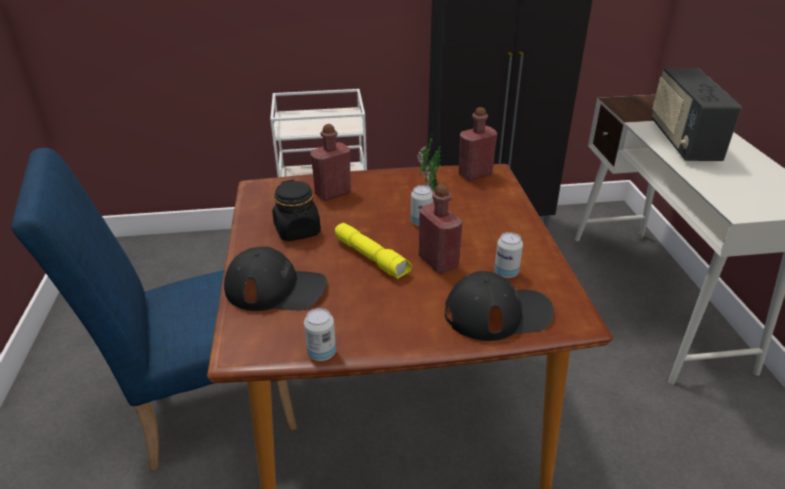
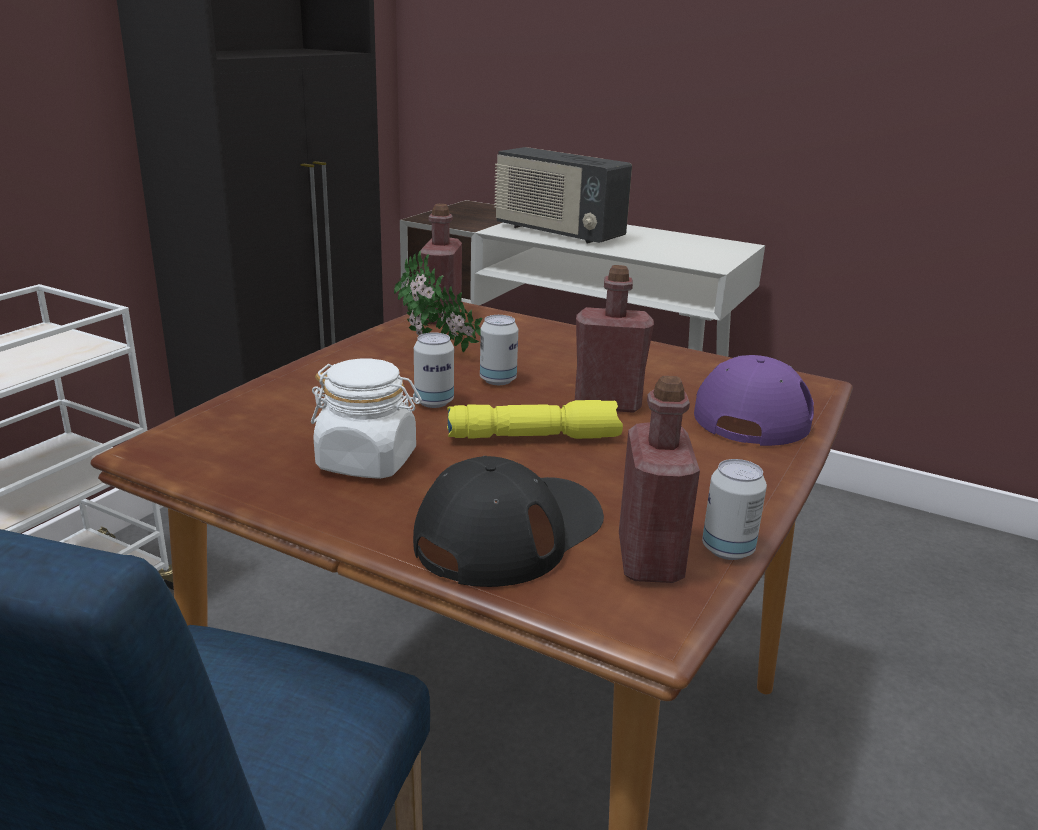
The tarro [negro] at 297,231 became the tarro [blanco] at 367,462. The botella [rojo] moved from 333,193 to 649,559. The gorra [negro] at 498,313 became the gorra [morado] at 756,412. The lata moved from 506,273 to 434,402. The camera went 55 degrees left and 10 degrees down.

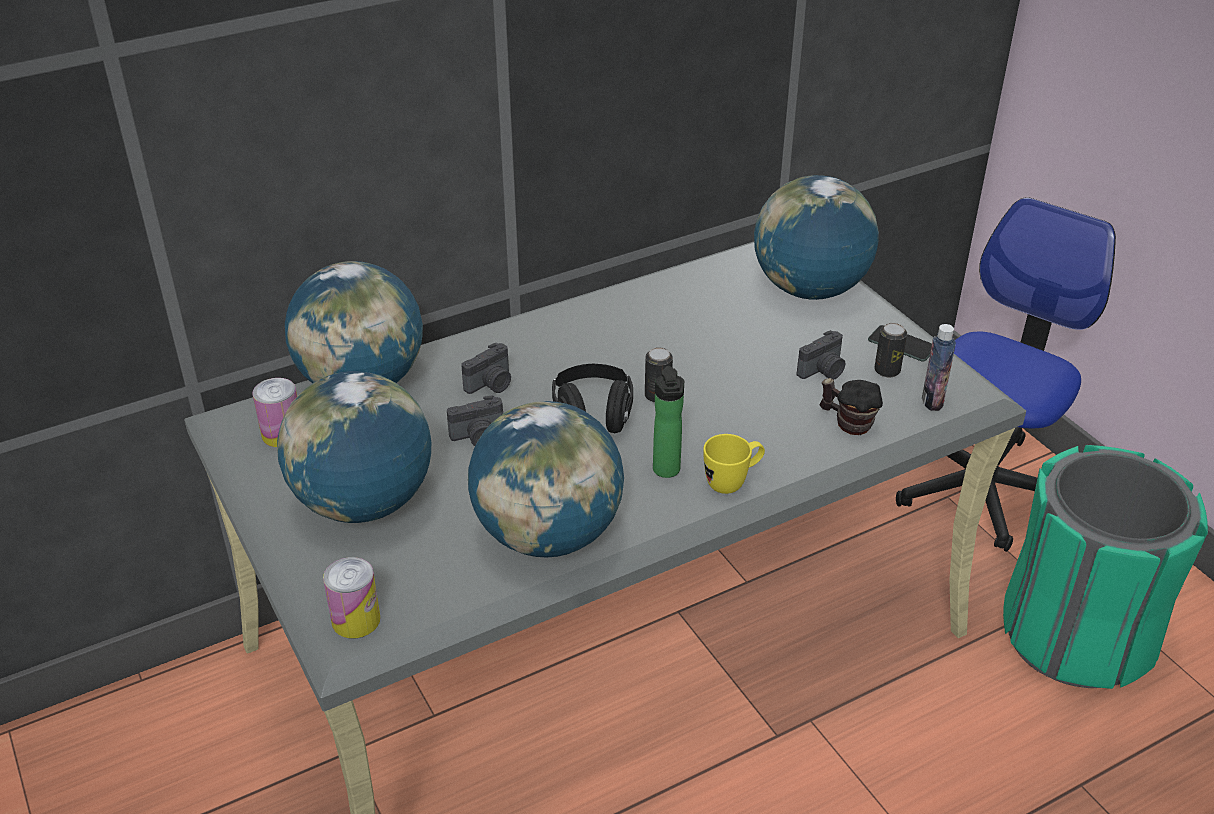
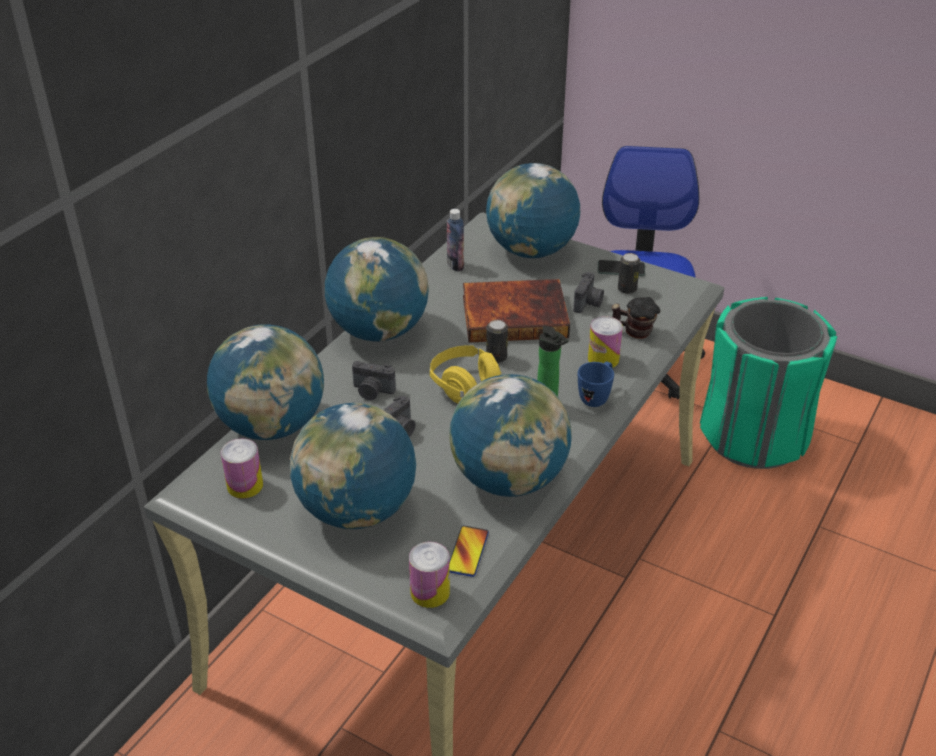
The cámara at 491,384 turned 90 degrees clockwise. The auriculares [negro] at 593,416 became the auriculares [amarillo] at 465,387. The taza grande [amarillo] at 732,482 became the taza grande [azul] at 596,397. The botella moved from 932,401 to 455,265. The globo terráqueo at 379,331 appeared. The móvil at 467,552 appeared. The libro at 515,315 appeared. The lata at 603,359 appeared. The camera went 30 degrees left and 0 degrees up.

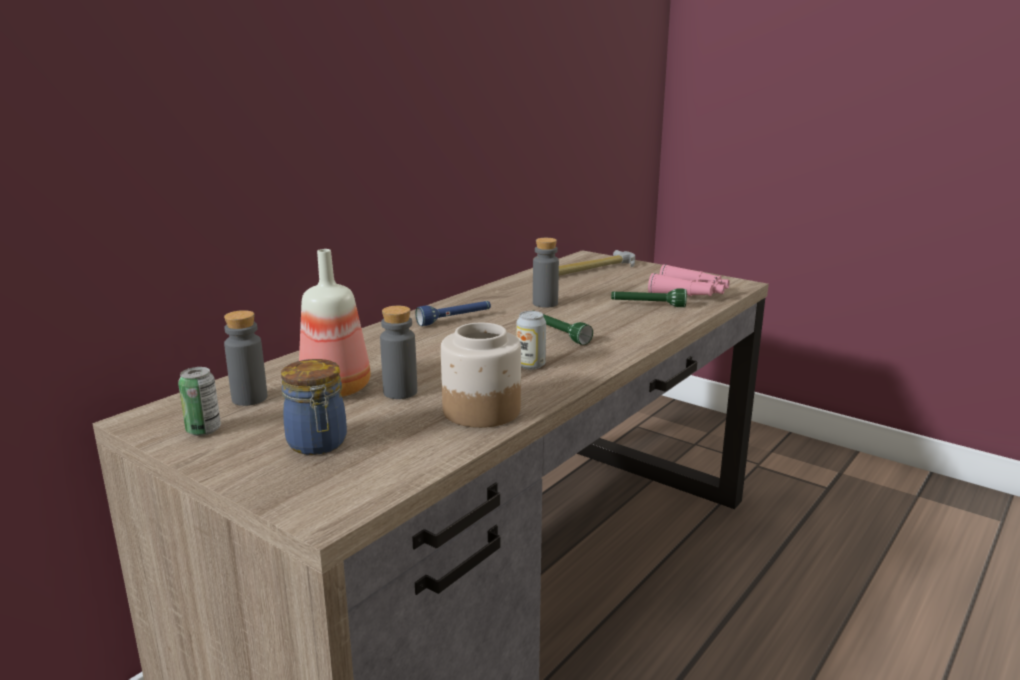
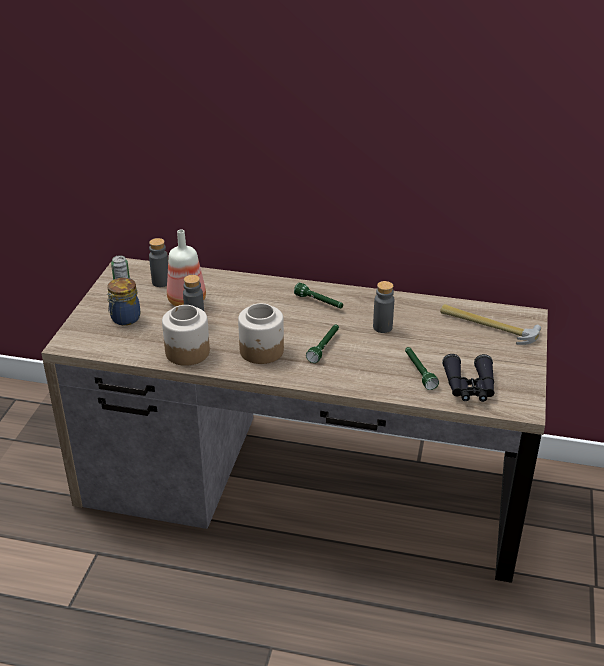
The linterna [azul] at 455,319 became the linterna [verde] at 319,302. The lata at 530,365 was replaced by the tarro at 262,351. The prismáticos [rosa] at 689,293 became the prismáticos [negro] at 469,387. The camera went 65 degrees right and 15 degrees up.

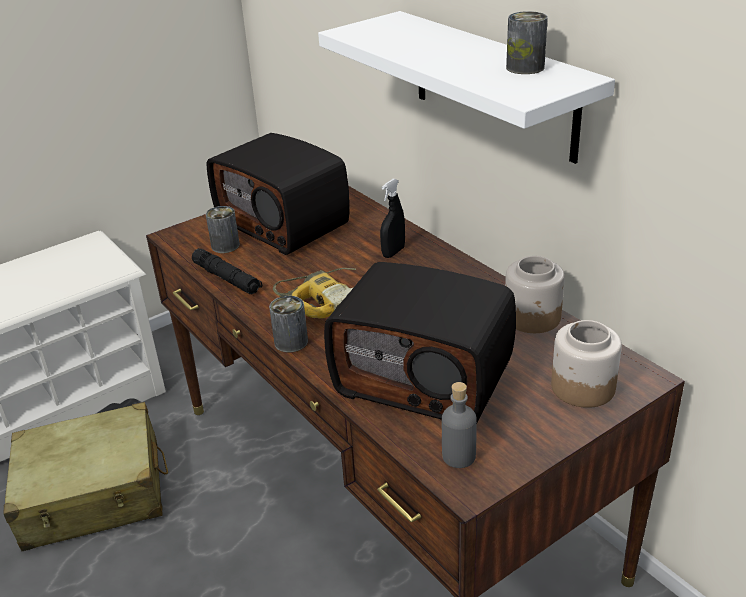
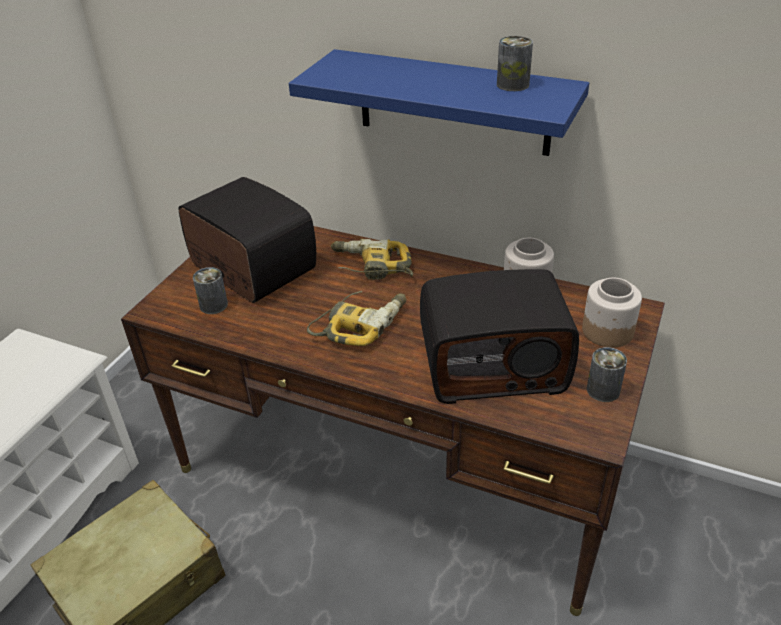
The linterna [negro] at 227,278 disappeared. The radio at 285,223 turned 150 degrees counterclockwise. The lata moved from 291,342 to 603,390. The estante [blanco] at 493,85 became the estante [azul] at 453,102. The pulverizador [negro] at 393,252 was replaced by the taladro at 371,267. The botella [gris] at 458,456 disappeared. The camera went 30 degrees left and 5 degrees up.

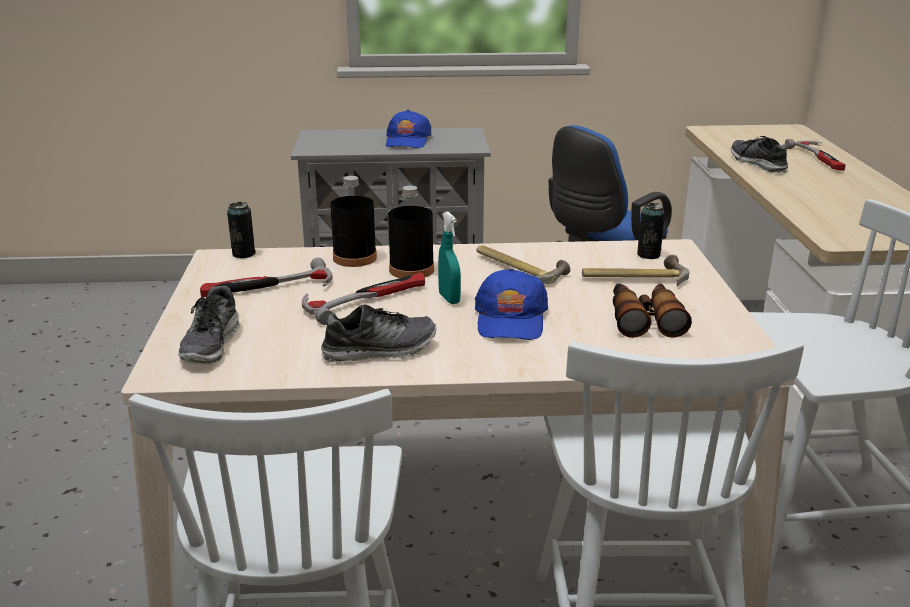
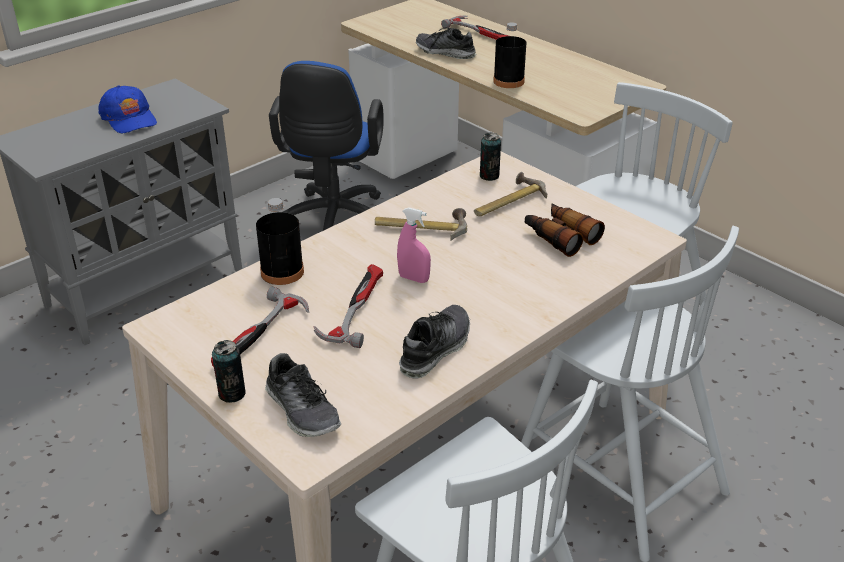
The lata moved from 243,254 to 232,393. The botella [negro] moved from 411,270 to 508,81. The pulverizador [turquesa] at 449,299 became the pulverizador [rosa] at 413,278. The gorra [azul] at 511,319 disappeared. The camera went 40 degrees left and 10 degrees up.

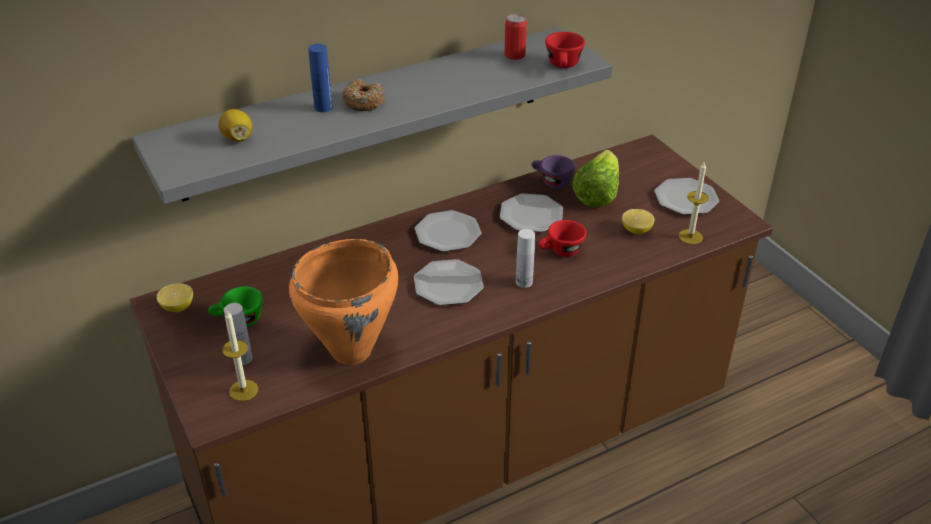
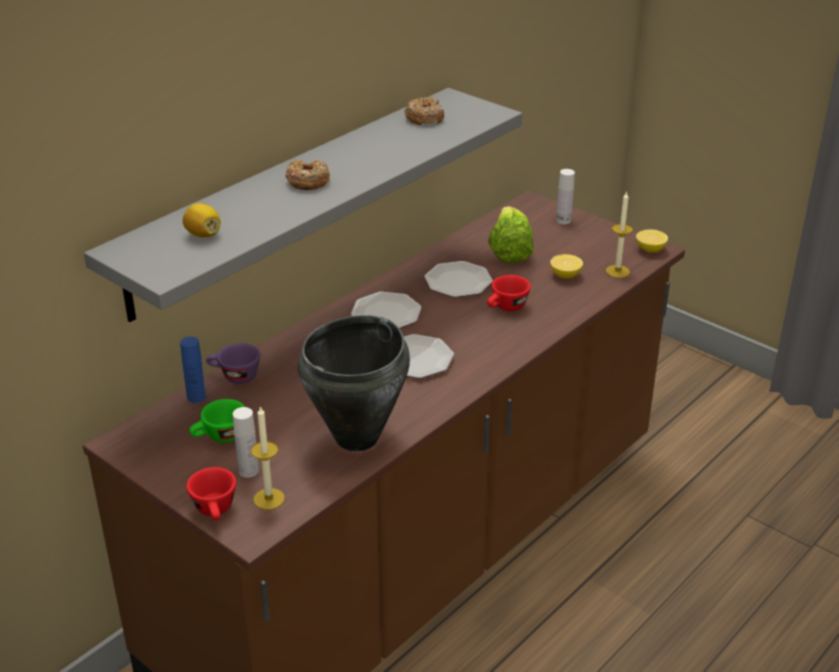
The limón moved from 177,307 to 650,250. The olla [naranja] at 352,351 became the olla [negro] at 358,438. The botella [azul] moved from 323,107 to 196,397. The lata at 514,55 was replaced by the rosquilla at 424,118. The botella [blanco] moved from 524,282 to 563,220. The taza [morado] moved from 551,181 to 234,376. The taza [rojo] moved from 564,66 to 215,511. The plato at 685,199 disappeared. The camera went 20 degrees left and 5 degrees down.

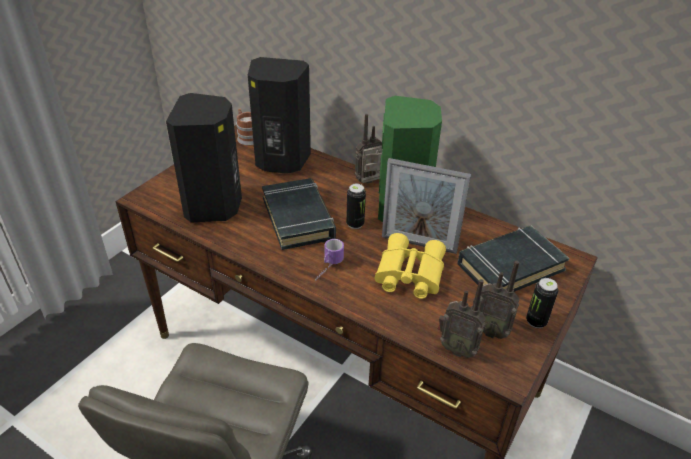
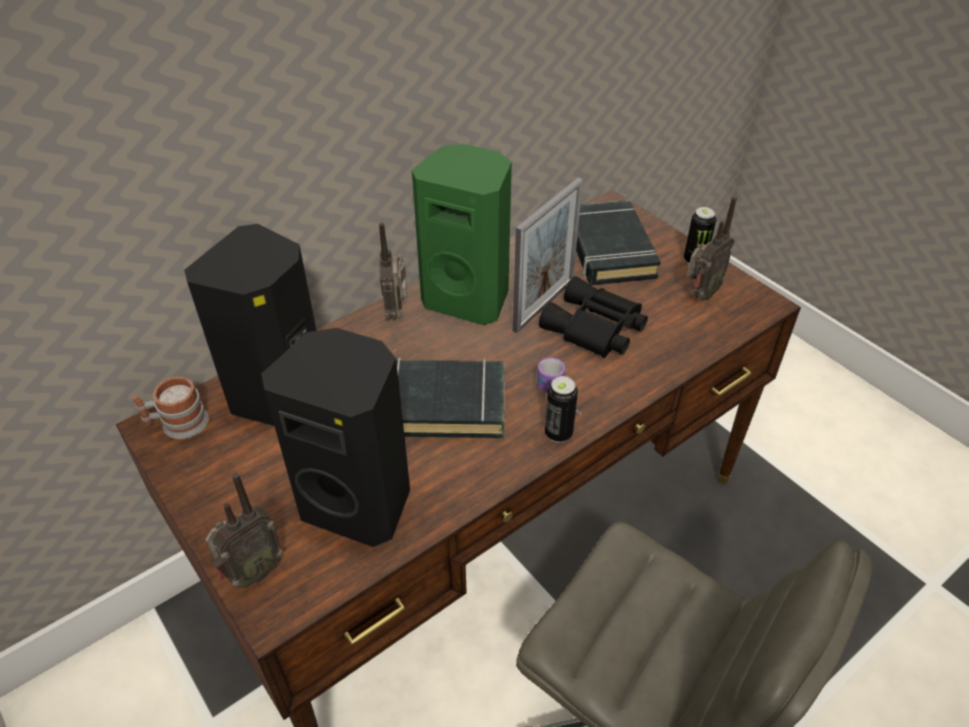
The lata moved from 355,224 to 558,433. The prismáticos [amarillo] at 408,274 became the prismáticos [negro] at 594,329. The radio moved from 457,348 to 252,573. The camera went 70 degrees left and 5 degrees up.

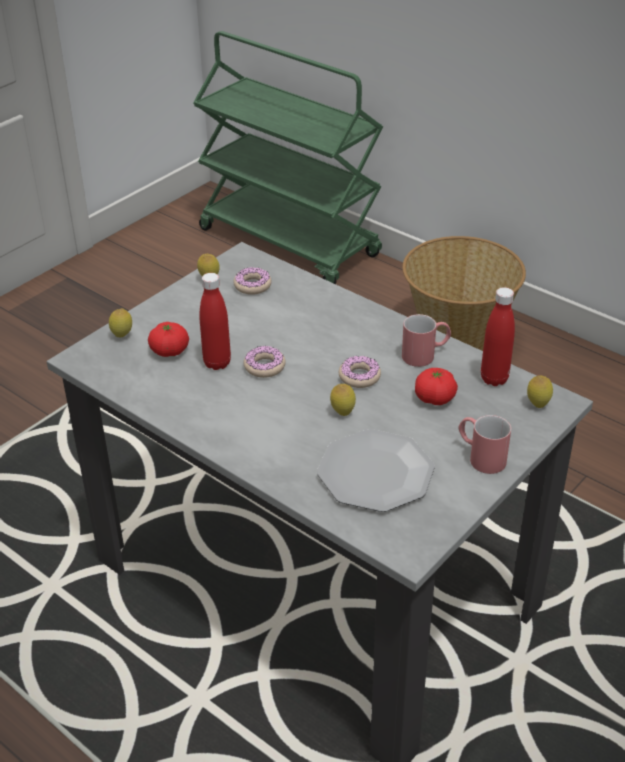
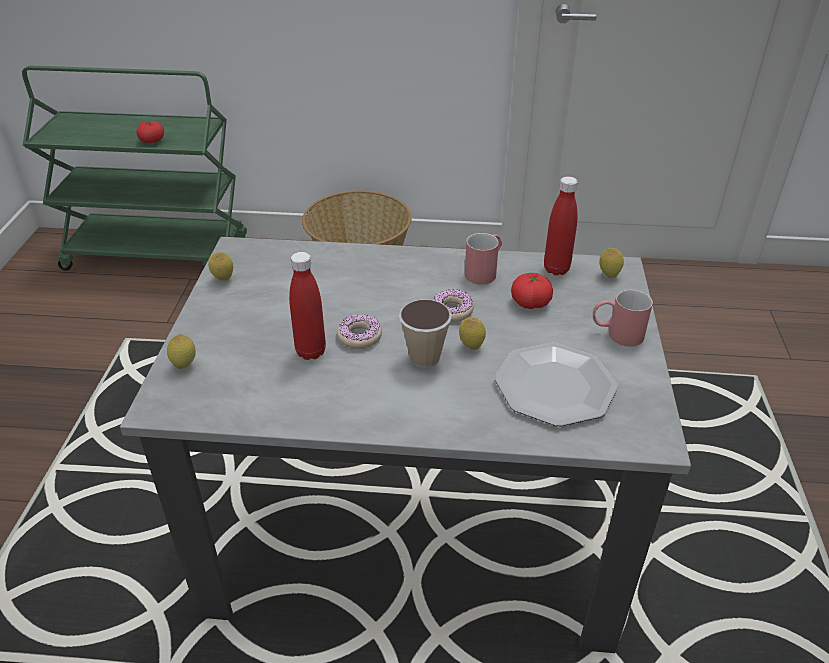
The tomate moved from 169,351 to 152,141. The rosquilla at 252,285 disappeared. The taza at 424,358 appeared. The camera went 35 degrees left and 0 degrees up.

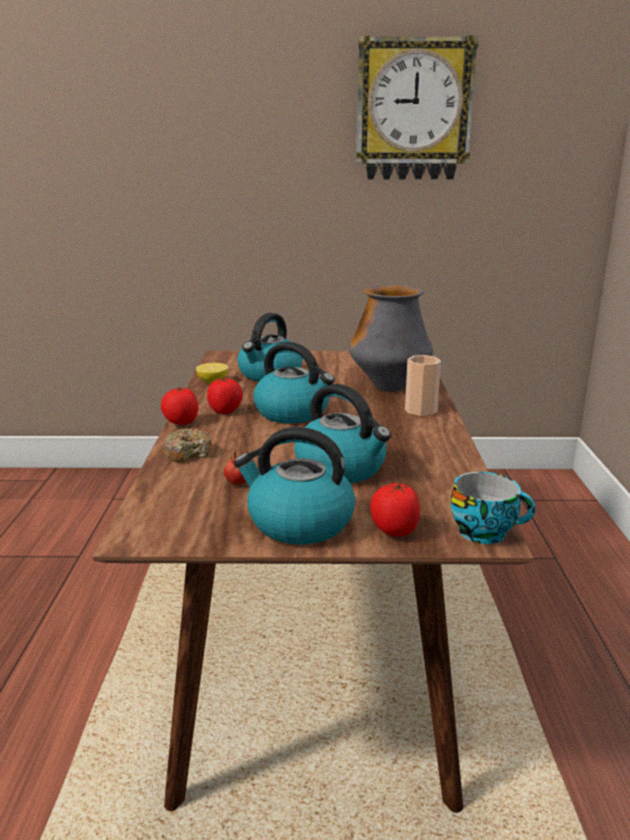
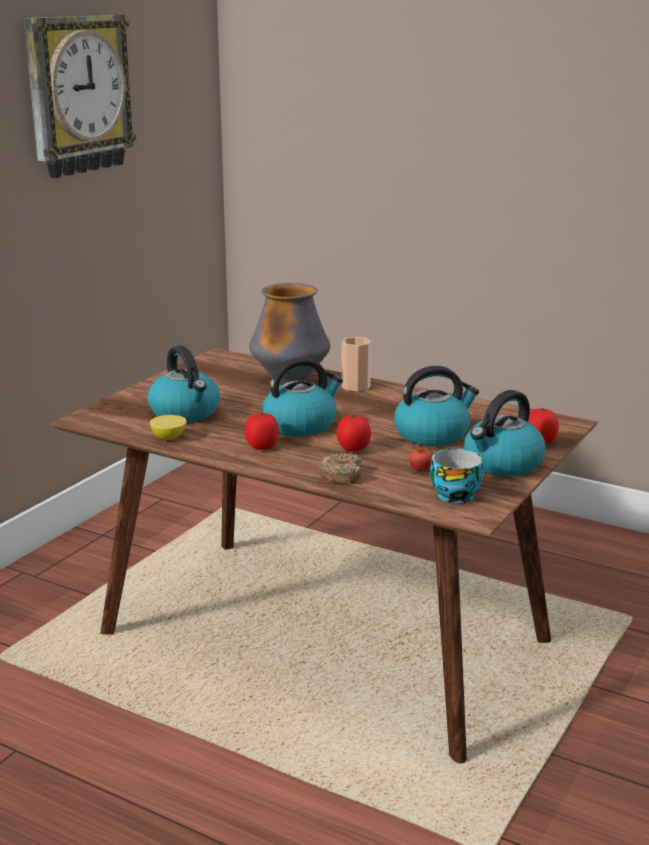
The tomate moved from 181,423 to 353,450. The taza moved from 486,531 to 456,494. The camera went 60 degrees left and 0 degrees up.

